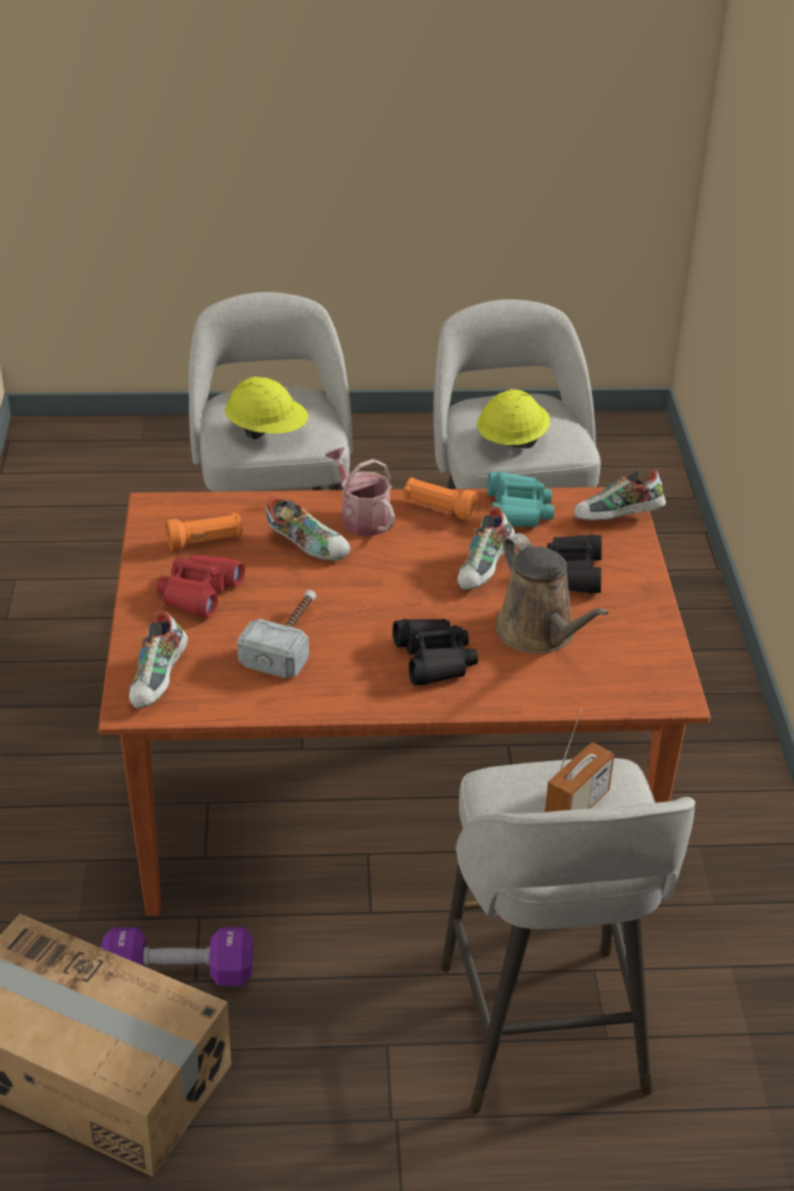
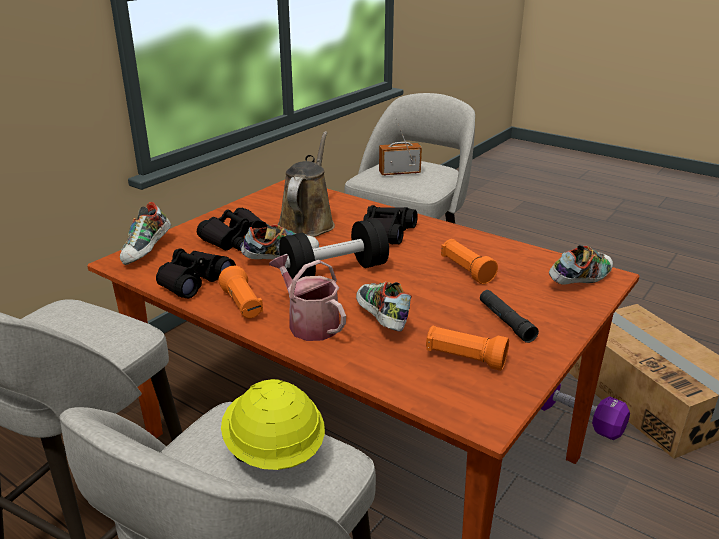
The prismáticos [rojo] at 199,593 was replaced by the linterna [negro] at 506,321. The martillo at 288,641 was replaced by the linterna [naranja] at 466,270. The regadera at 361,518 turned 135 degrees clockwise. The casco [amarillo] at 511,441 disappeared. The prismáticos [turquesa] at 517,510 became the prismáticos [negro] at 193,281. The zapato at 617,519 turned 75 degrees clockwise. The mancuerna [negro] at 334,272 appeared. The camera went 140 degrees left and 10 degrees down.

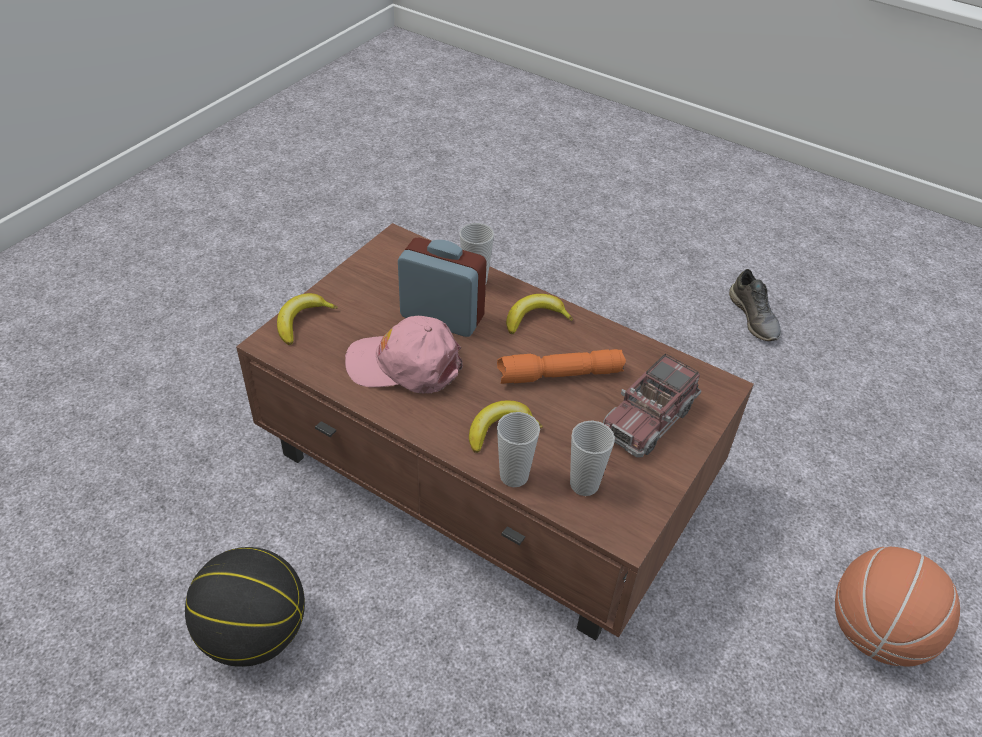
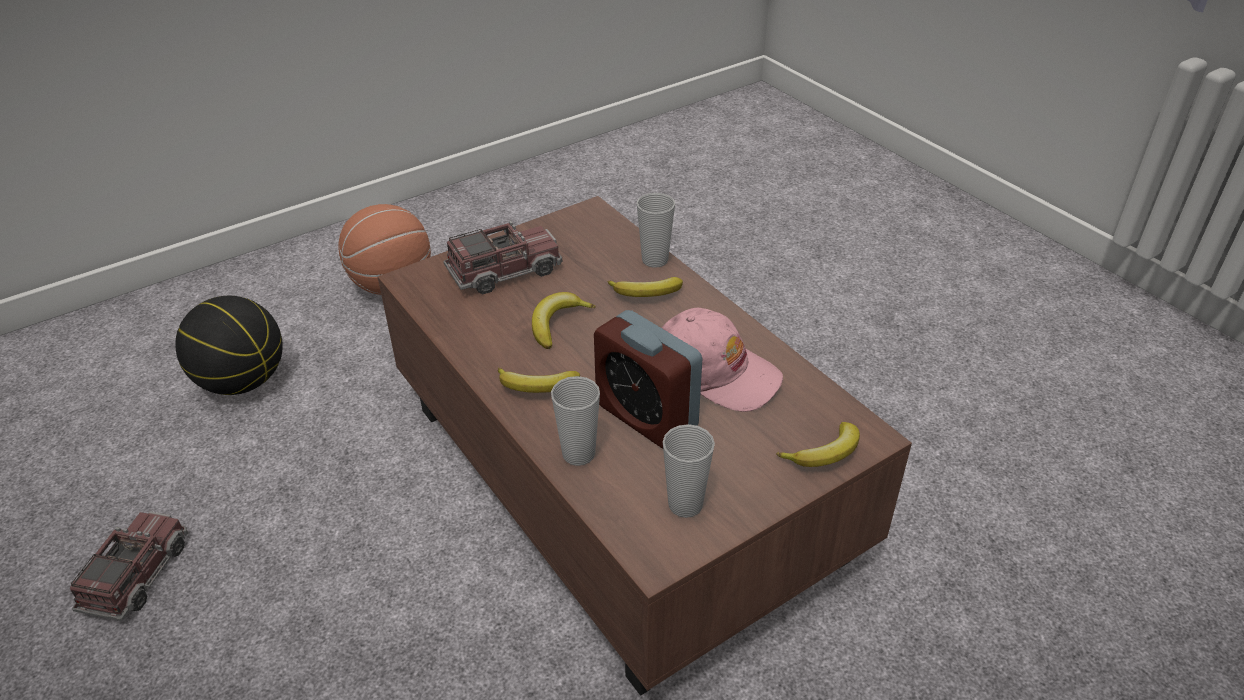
The balón de baloncesto moved from 254,634 to 243,381. The linterna [naranja] at 559,376 was replaced by the plátano at 557,324. The taza moved from 584,484 to 685,504. The zapato [gris] at 754,317 was replaced by the camión de juguete at 137,575. The camera went 155 degrees left and 5 degrees down.

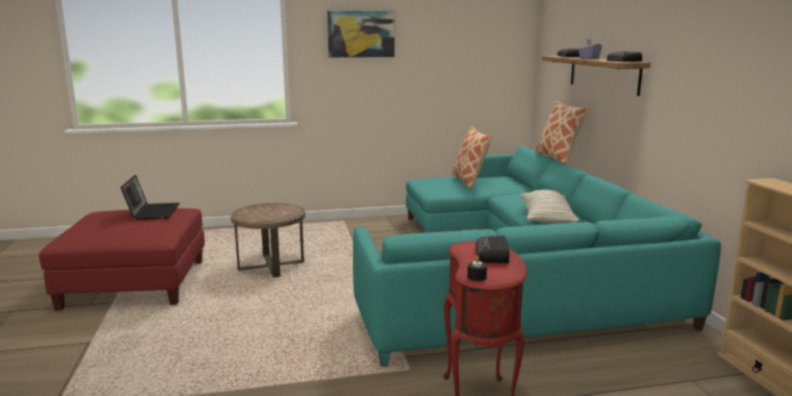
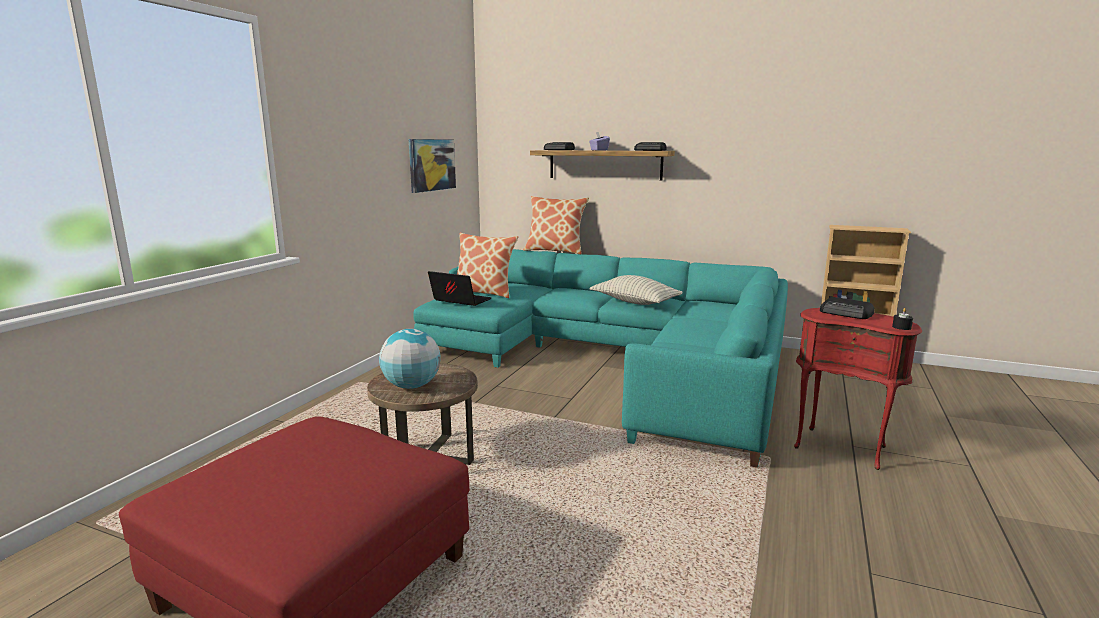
The portátil moved from 153,212 to 459,301. The cuadro moved from 361,34 to 432,165. The globo terráqueo at 411,386 appeared. The camera went 55 degrees left and 0 degrees up.

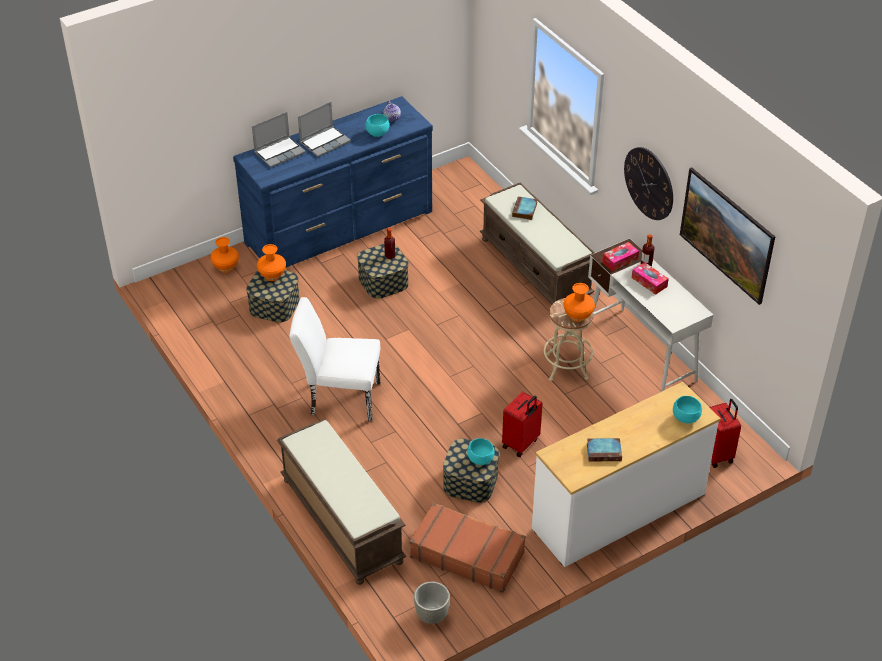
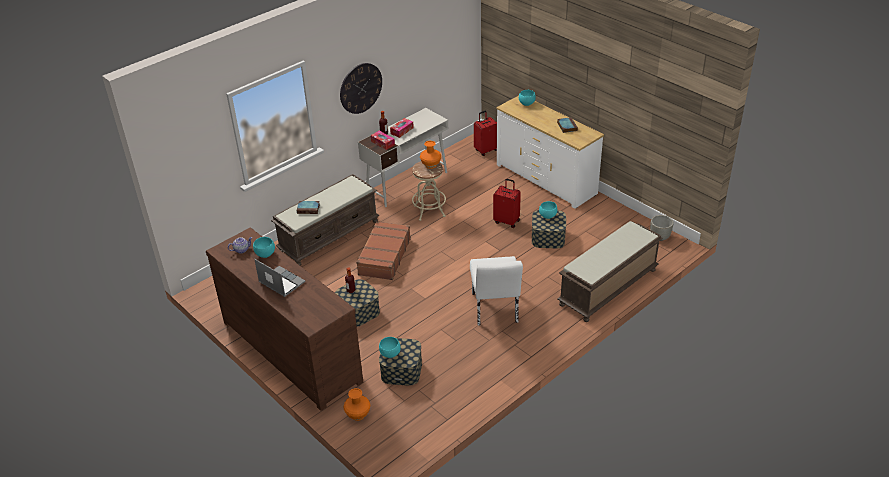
The cómoda [azul] at 340,227 became the cómoda [marrón] at 291,350. The portátil at 280,152 disappeared. The florero [naranja] at 272,276 was replaced by the cuenco [turquesa] at 390,354. The maleta [marrón] moved from 467,554 to 384,257. The cuadro at 723,251 disappeared. The camera went 100 degrees left and 5 degrees down.

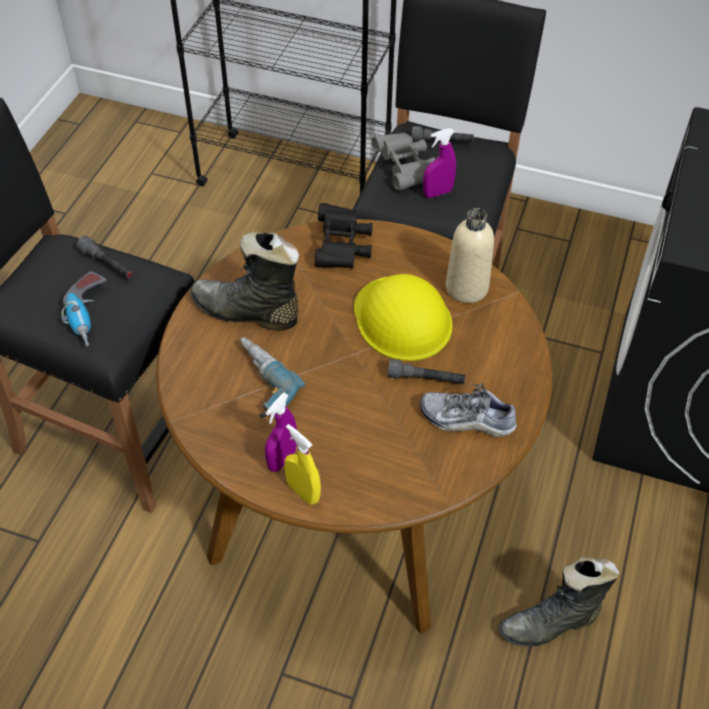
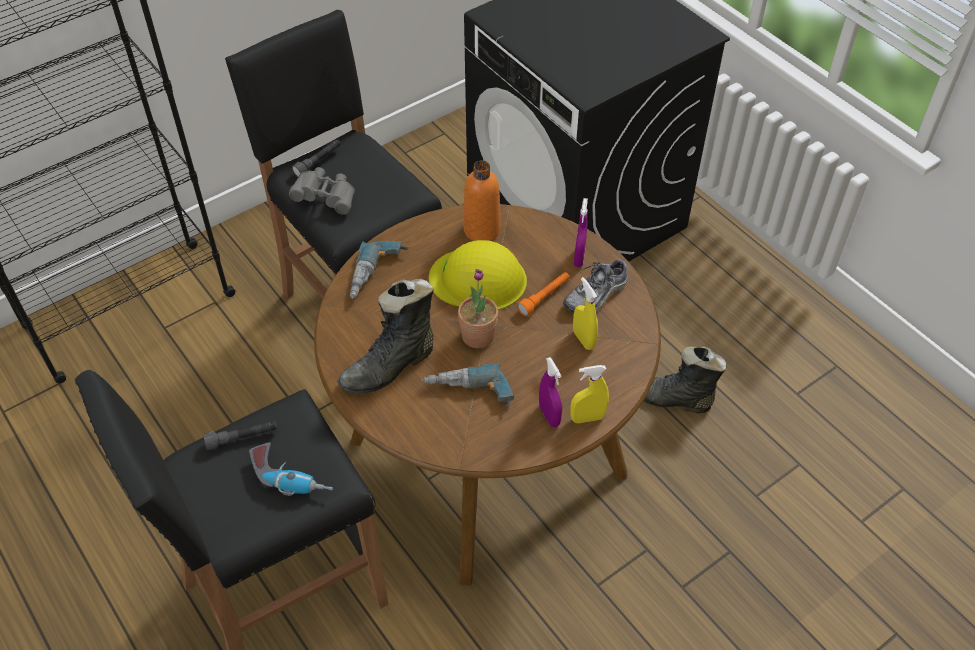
The prismáticos [negro] at 342,248 was replaced by the taladro at 378,276. The linterna [gris] at 426,379 became the linterna [naranja] at 544,297. The pulverizador [morado] moved from 437,193 to 579,257. The botella [beis] at 466,288 became the botella [naranja] at 482,229. The bota [negro] at 551,624 turned 90 degrees clockwise. The planta en maceta at 478,336 appeared. The pulverizador [amarillo] at 583,339 appeared. The camera went 55 degrees left and 0 degrees up.

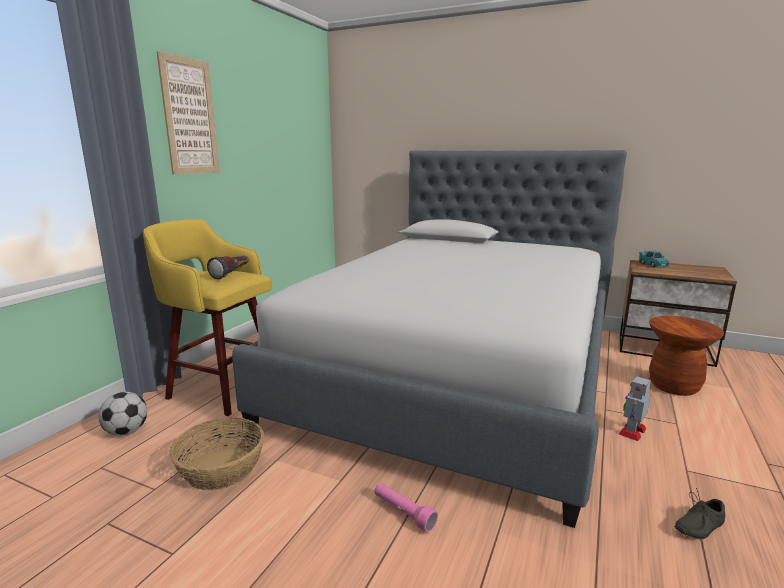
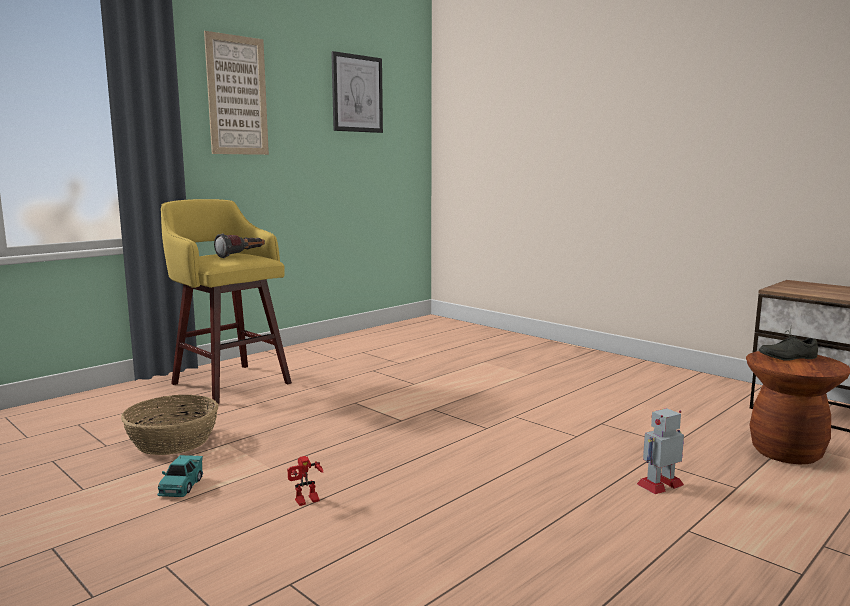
The balón de fútbol at 126,432 disappeared. The cama at 459,370 disappeared. The linterna [rosa] at 403,513 was replaced by the robot de juguete at 306,502. The coche de juguete [turquesa] moved from 653,265 to 181,486. The zapato [gris] moved from 696,525 to 786,357. The cuadro at 357,93 appeared. The camera went 20 degrees right and 5 degrees down.

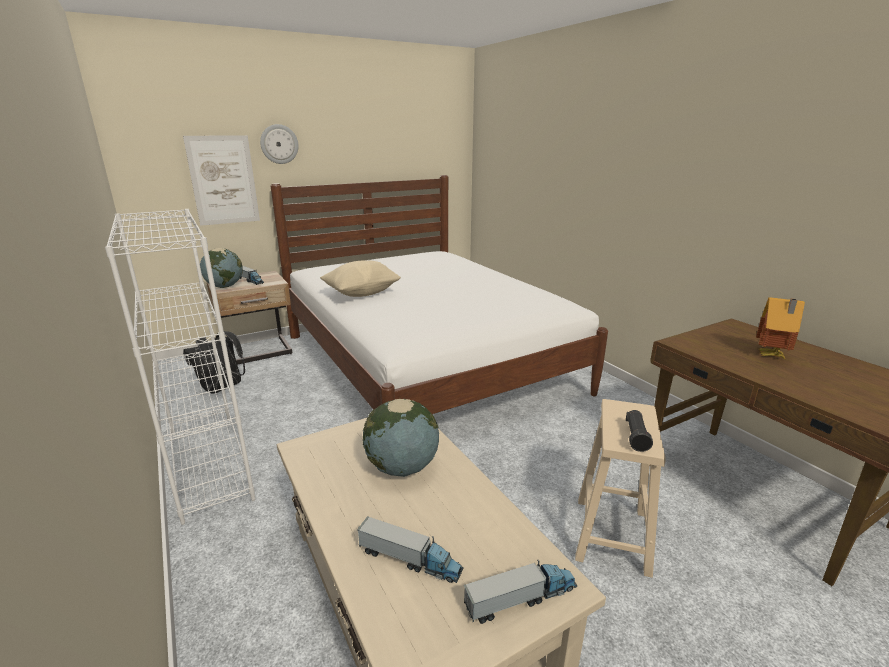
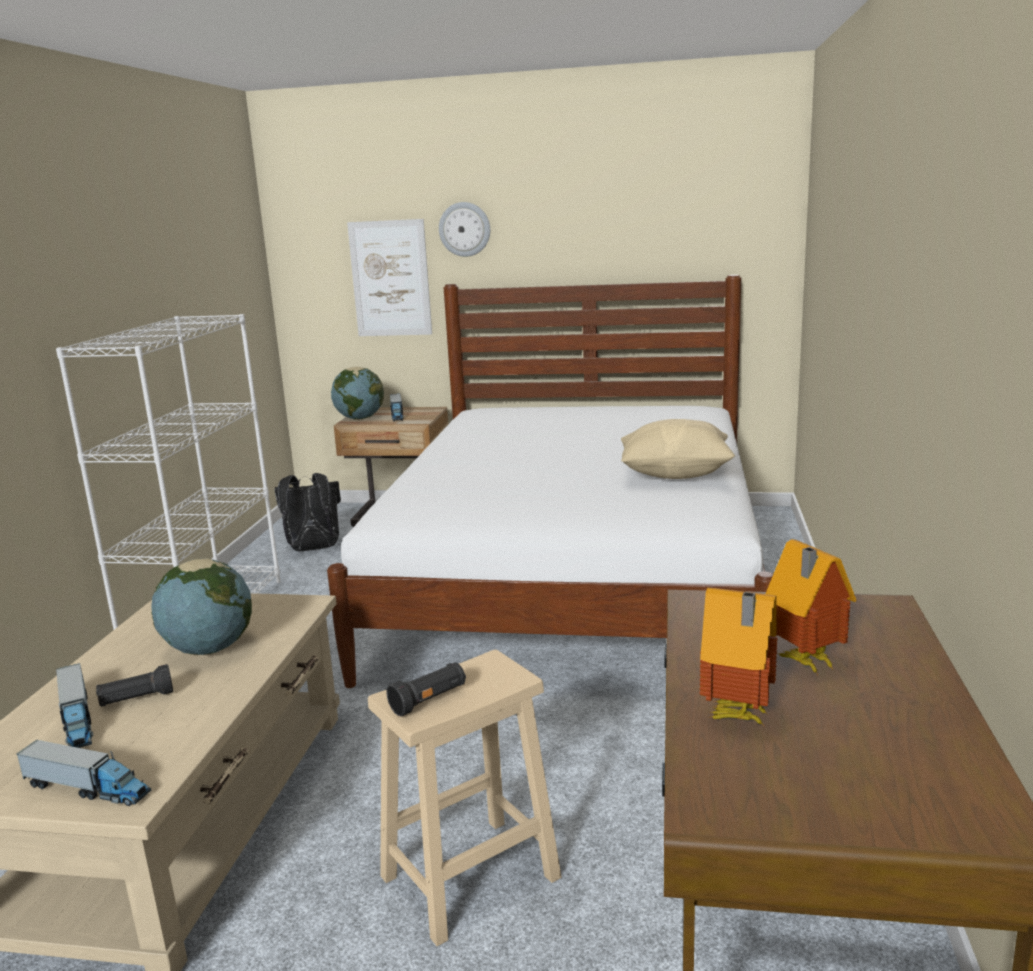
The cojín [beis] moved from 362,293 to 676,474. The linterna [negro] at 136,699 appeared. The casita at 737,717 appeared. The camera went 40 degrees right and 5 degrees down.

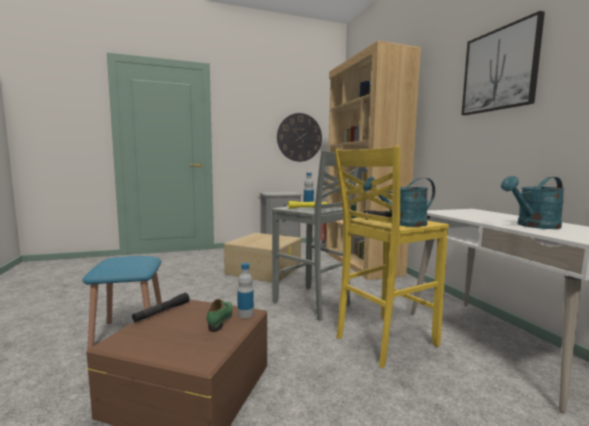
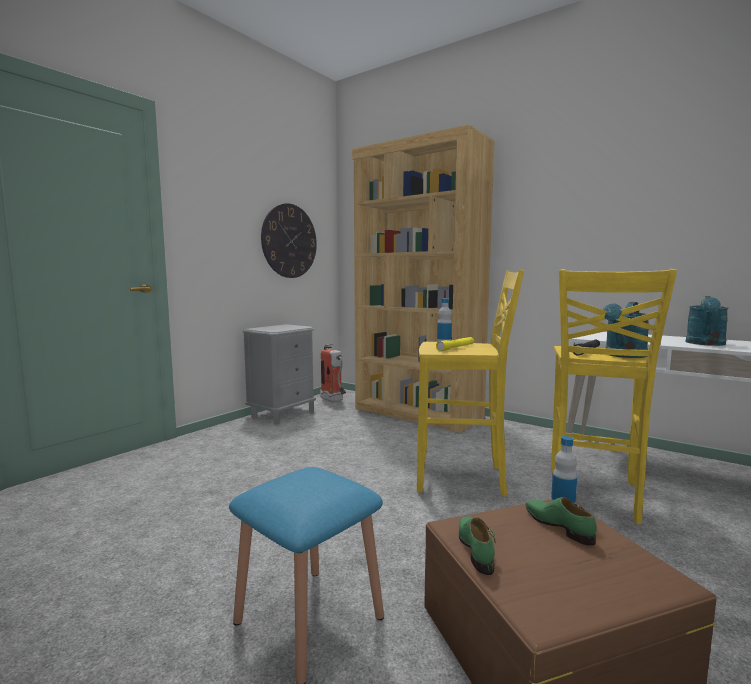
The linterna [negro] at 162,312 was replaced by the zapato [verde] at 476,548. The caja de almacenaje [beis] at 264,270 disappeared. The taburete [gris] at 313,303 became the taburete [amarillo] at 462,478. The cuadro at 500,70 disappeared. The camera went 35 degrees left and 0 degrees up.

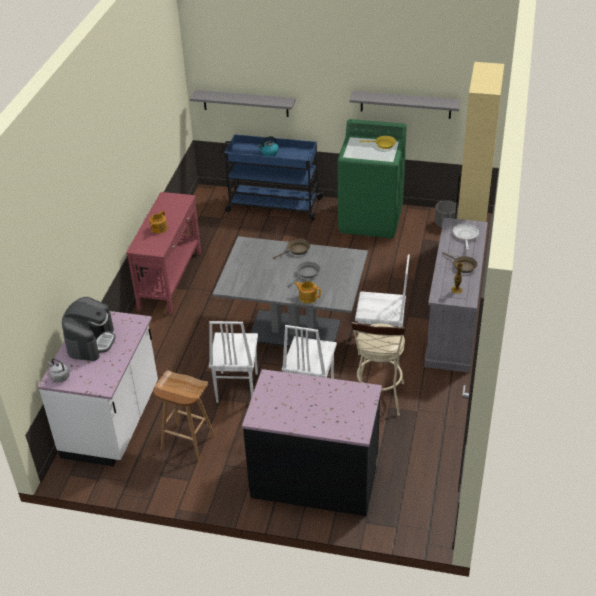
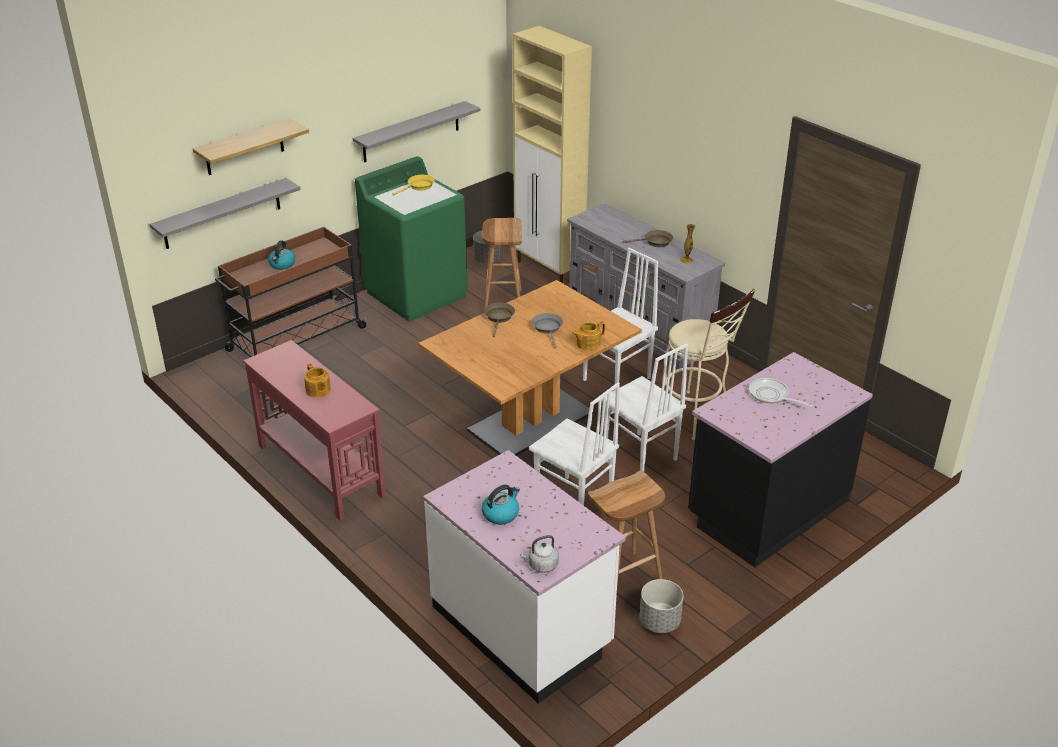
The cafetera at 91,341 was replaced by the hervidor at 501,514. The mesa de comedor [gris] at 294,331 became the mesa de comedor [marrón] at 530,422. The carrito [azul] at 272,205 became the carrito [marrón] at 295,340. The sartén moved from 465,236 to 771,396. The estante at 244,148 appeared. The taburete [marrón] at 502,301 appeared. The maceta [gris] at 659,622 appeared. The camera went 55 degrees left and 5 degrees down.

